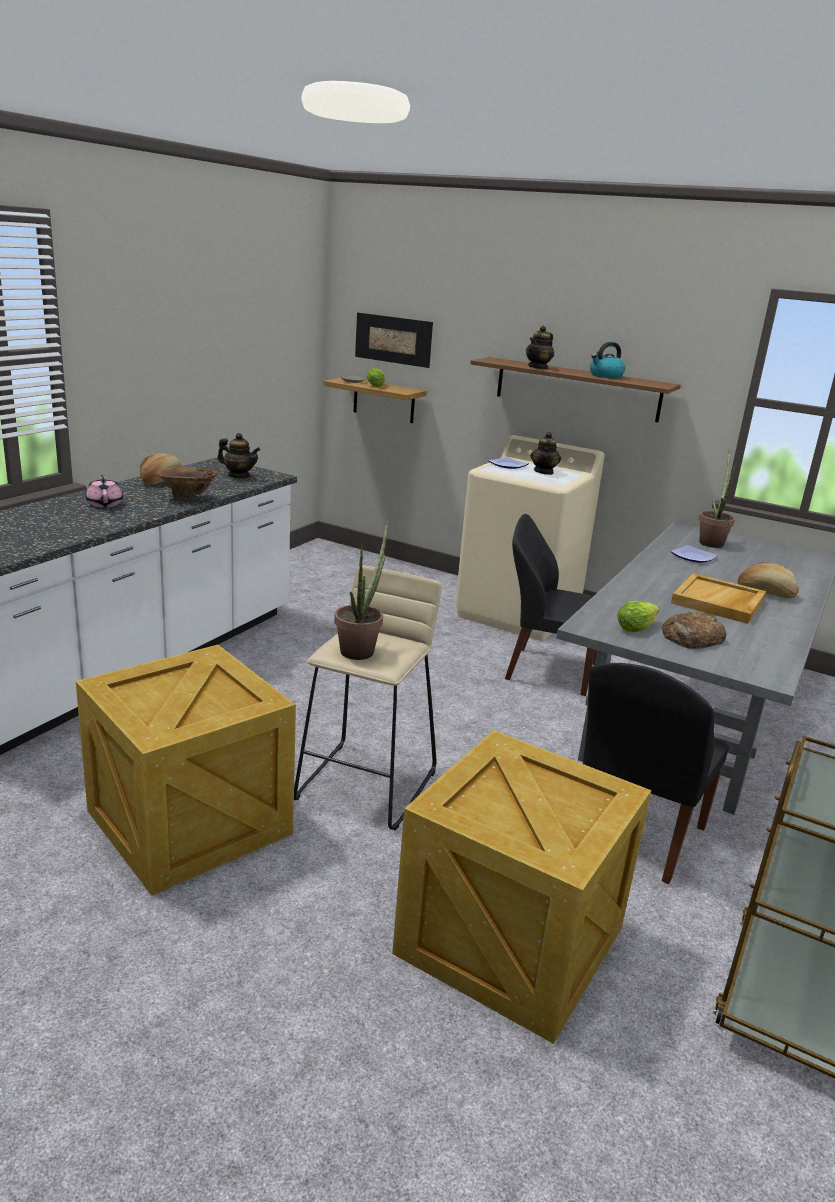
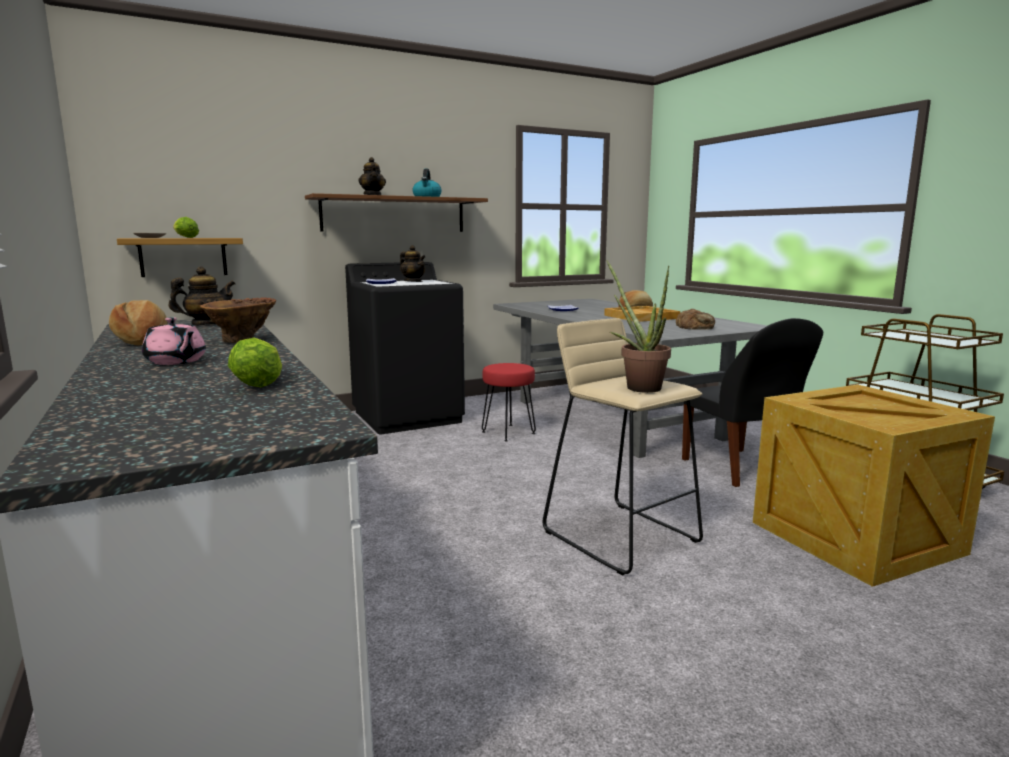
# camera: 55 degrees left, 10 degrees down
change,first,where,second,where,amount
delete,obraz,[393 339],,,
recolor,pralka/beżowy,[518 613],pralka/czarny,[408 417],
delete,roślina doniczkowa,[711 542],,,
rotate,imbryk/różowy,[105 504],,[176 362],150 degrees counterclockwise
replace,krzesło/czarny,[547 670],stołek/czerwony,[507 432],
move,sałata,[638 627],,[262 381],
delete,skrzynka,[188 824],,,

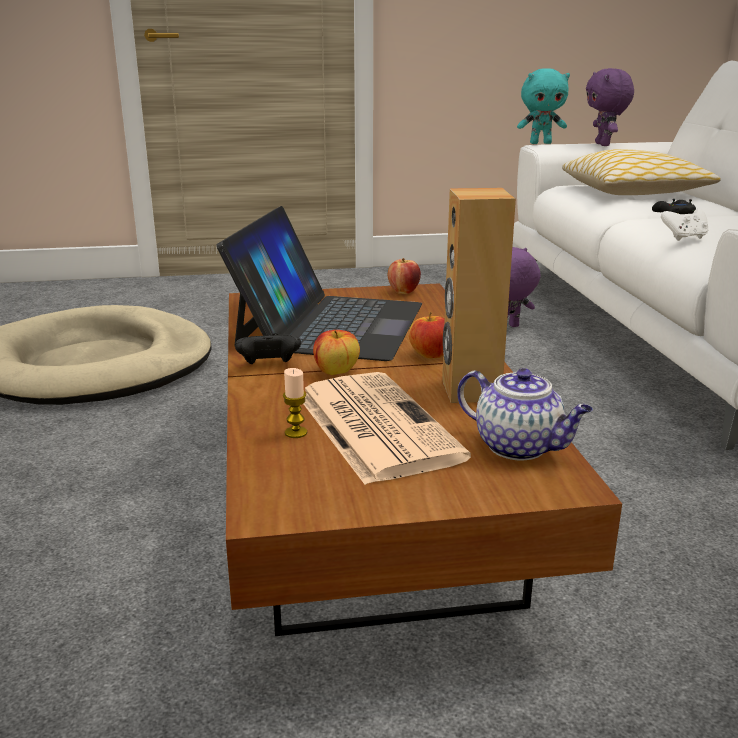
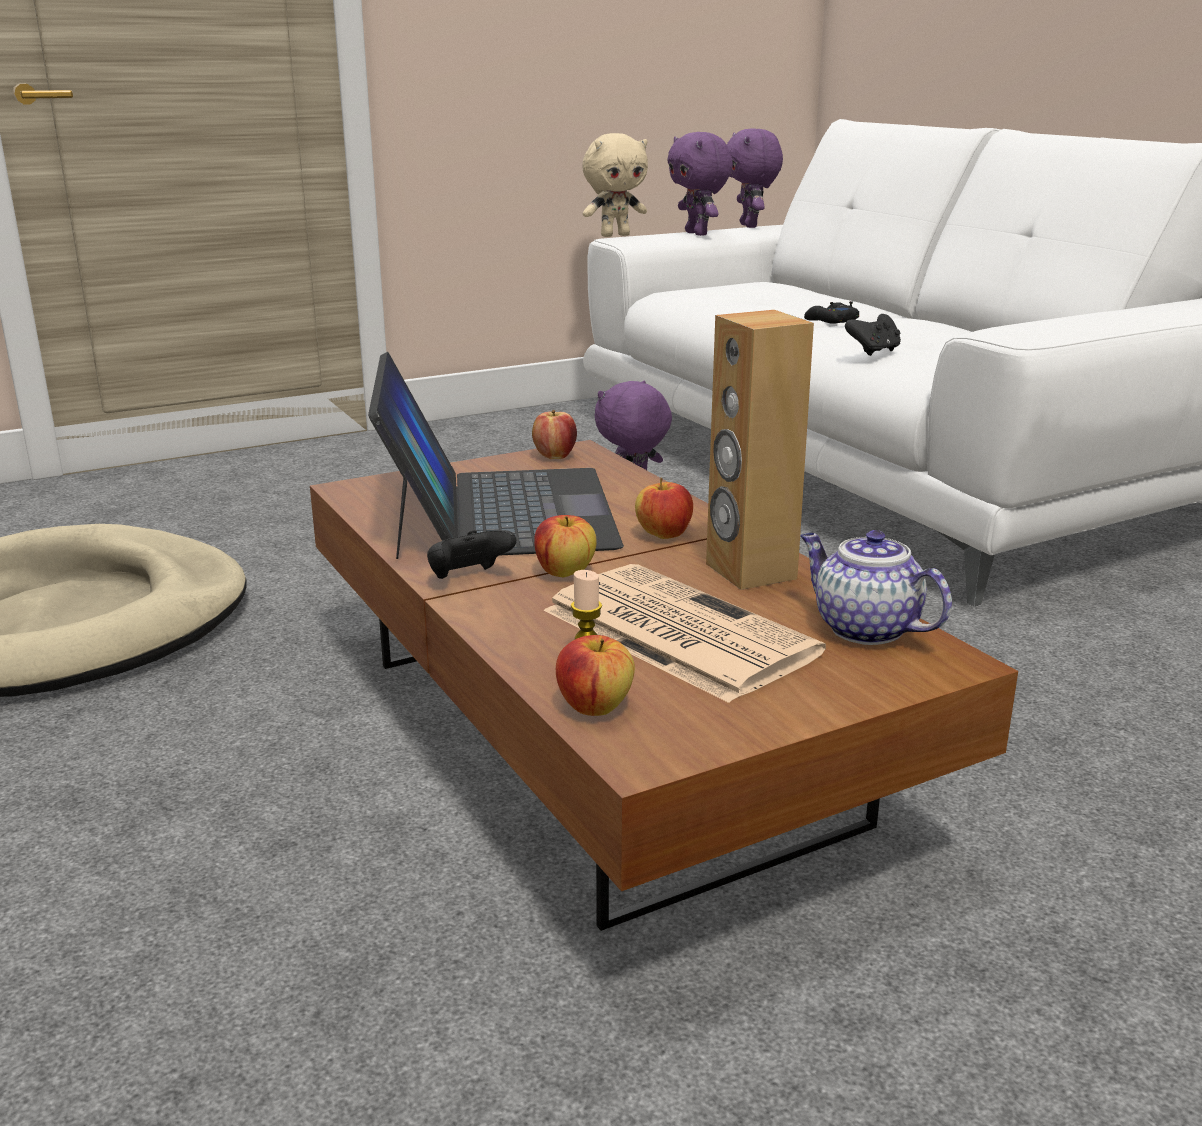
# camera: 20 degrees left, 0 degrees up
change,first,where,second,where,amount
recolor,pluszak/turkusowy,[540 143],pluszak/beżowy,[615 235],
delete,poduszka,[634 192],,,
recolor,pad do gier/biały,[684 238],pad do gier/czarny,[874 352],
rotate,imbryk,[520 447],,[863 628],150 degrees counterclockwise
insert,,,pluszak/fioletowy,[750 226],
insert,,,jabłko,[594 707],

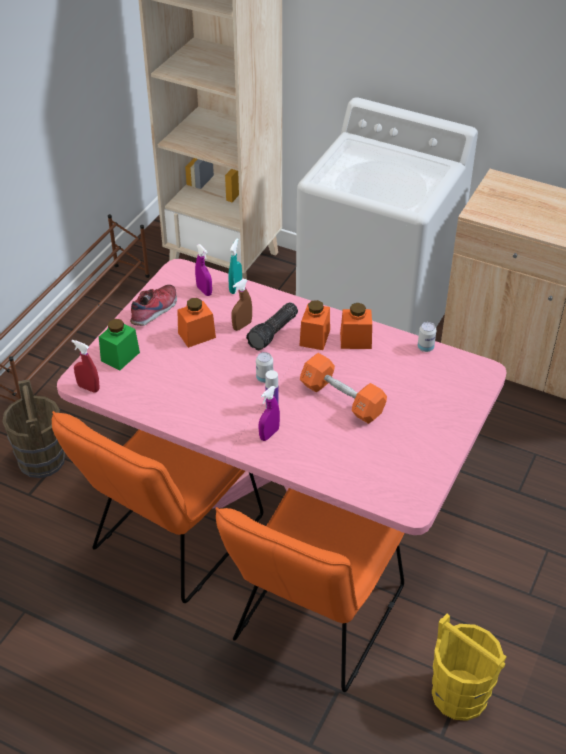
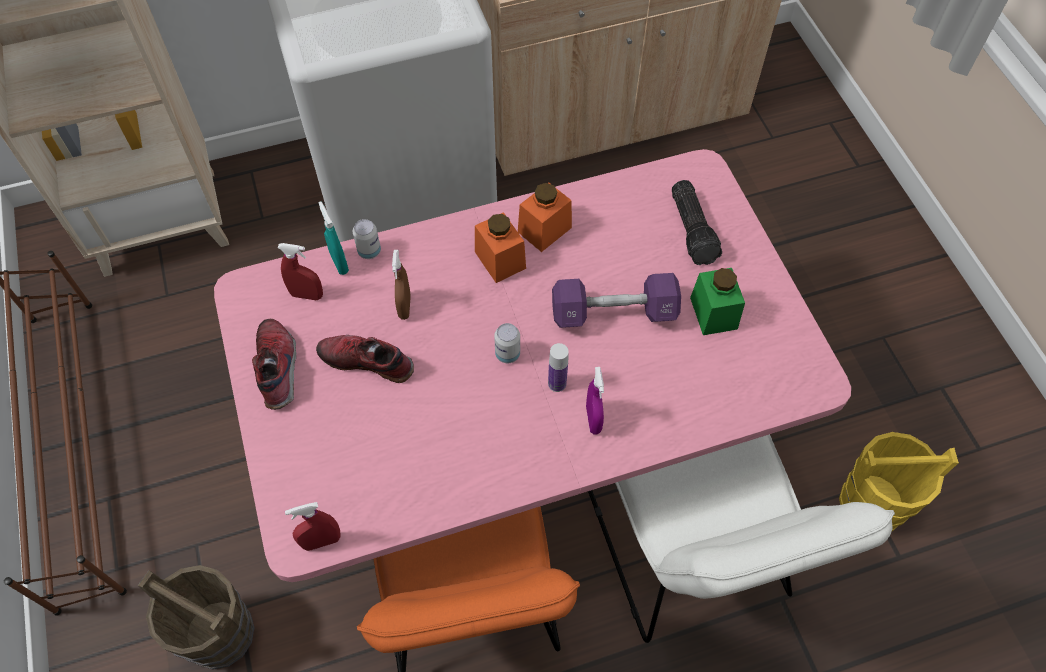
# camera: 45 degrees left, 15 degrees up
change,first,where,second,where,amount
recolor,spryskiwacz/fioletowy,[204 291],spryskiwacz/czerwony,[307 295],
replace,słoik/pomarańczowy,[196 335],but,[368 361],
move,latarka,[274 333],,[694 230],
move,słoik/zielony,[120 356],,[713 313],
move,puszka,[425 348],,[369 251],
recolor,hantel/pomarańczowy,[342 399],hantel/fioletowy,[613 312],
recolor,krzesło/pomarańczowy,[313 622],krzesło/biały,[690 552],

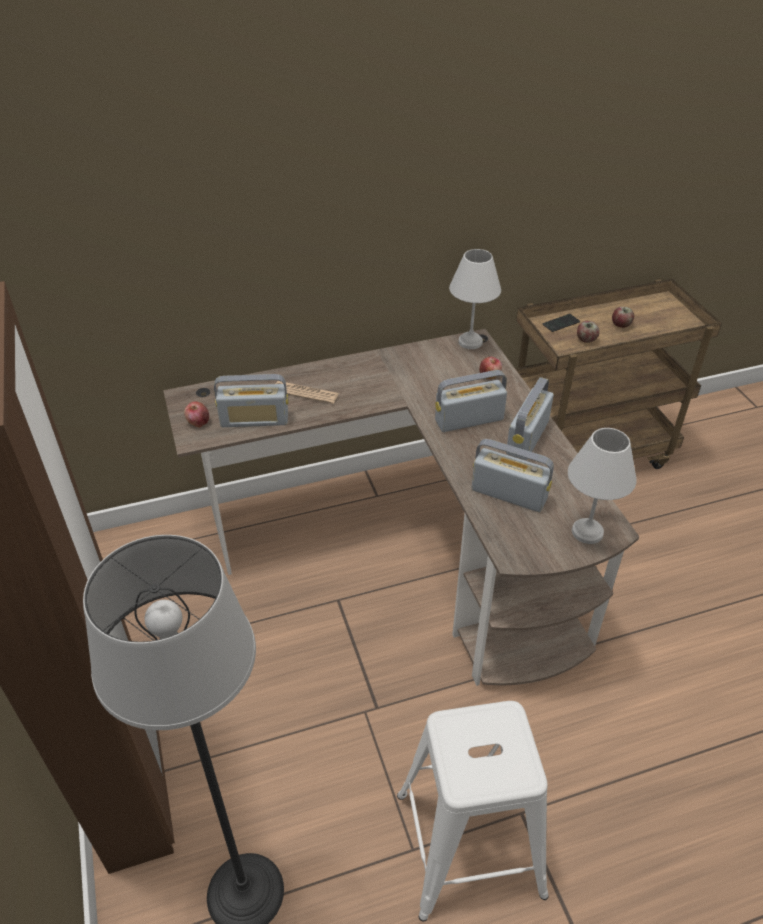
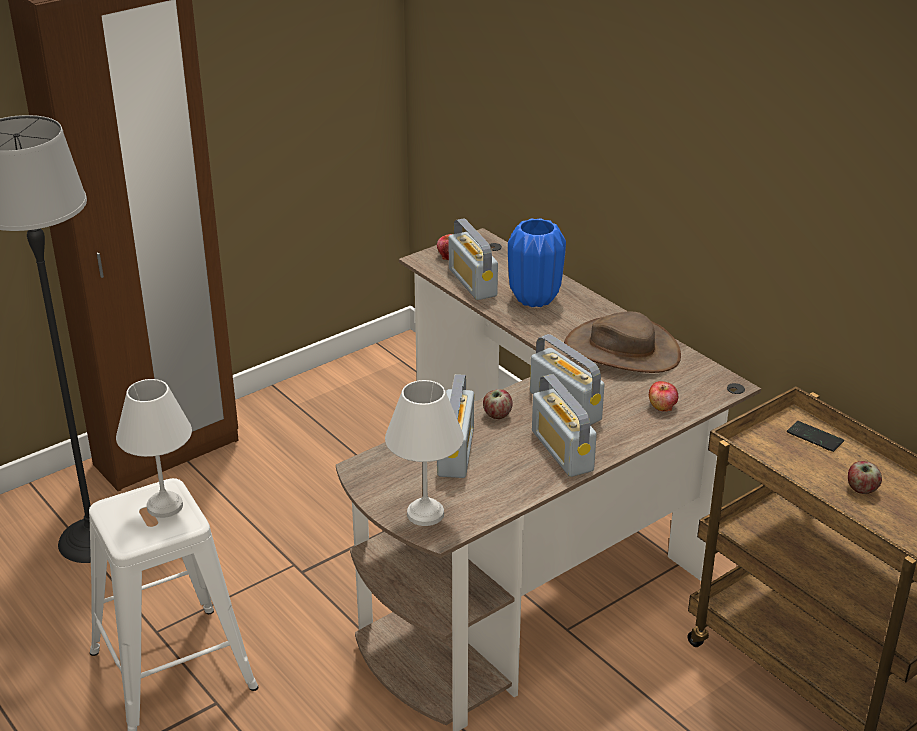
# camera: 70 degrees right, 10 degrees down
change,first,where,second,where,amount
move,lampa stołowa/biały,[469 342],,[163 505],
move,jabłko,[586 340],,[497 415],
rotate,radio,[527 437],,[562 451],120 degrees counterclockwise
replace,gazeta,[305 393],wazon/niebieski,[535 299],
insert,,,kapelusz/brązowy,[622 350],

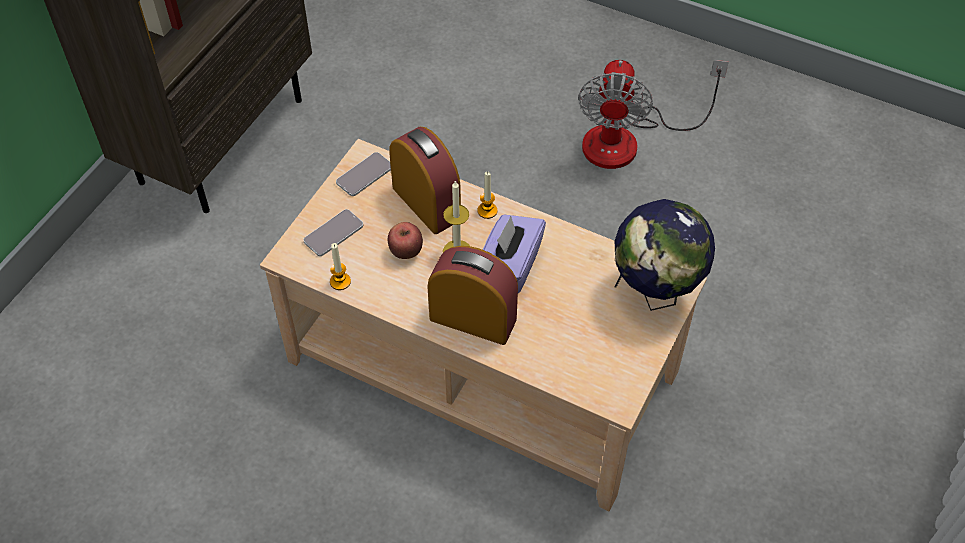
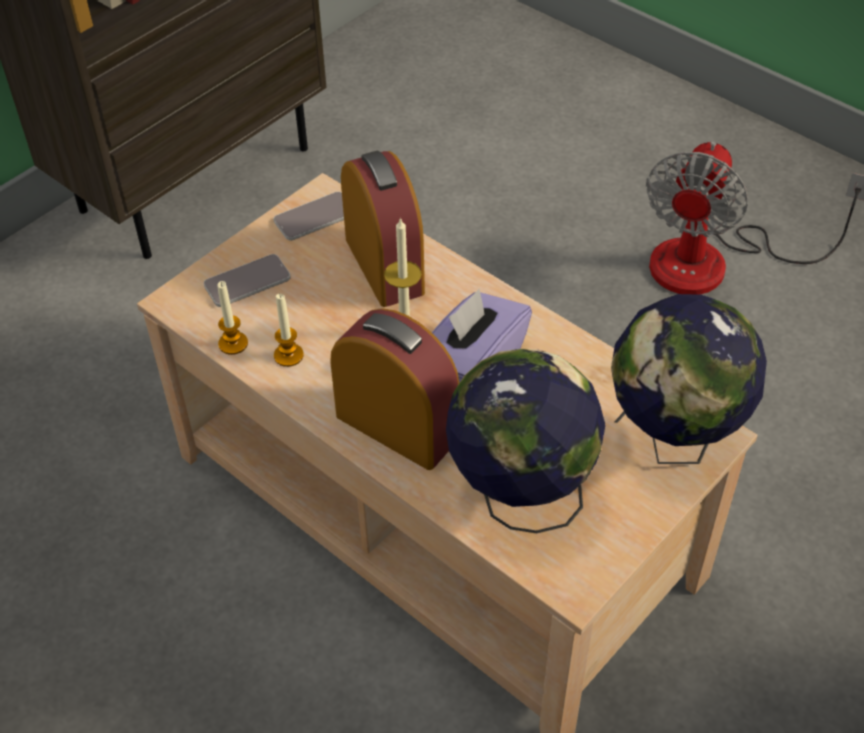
# camera: 15 degrees right, 5 degrees down
change,first,where,second,where,amount
move,świeca,[487 211],,[288 355],
delete,jabłko,[406 252],,,
insert,,,globus,[519 498],

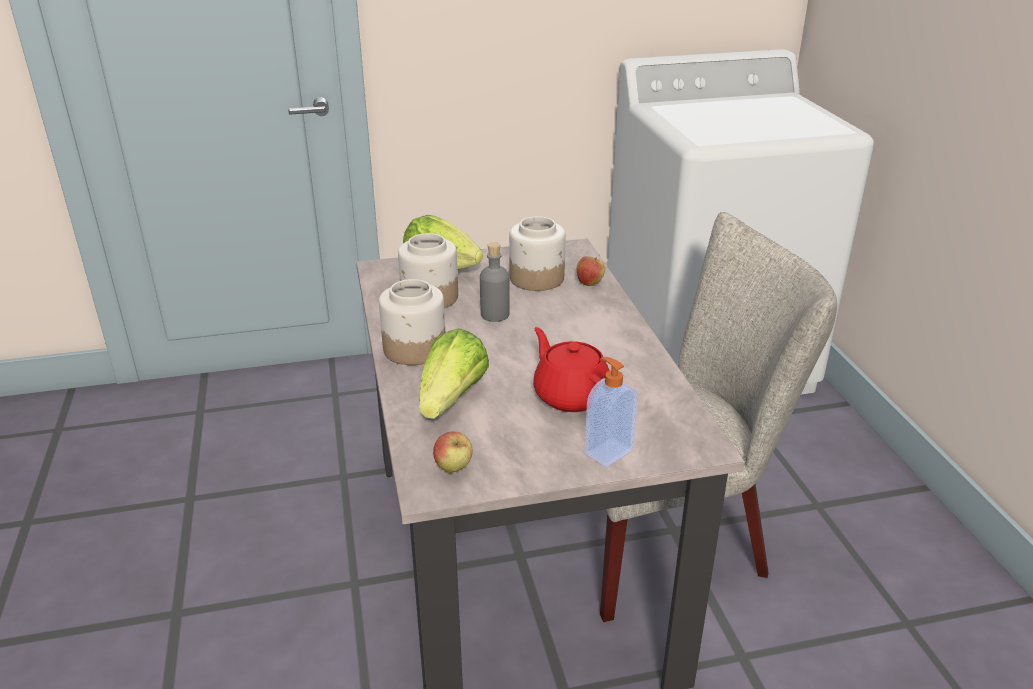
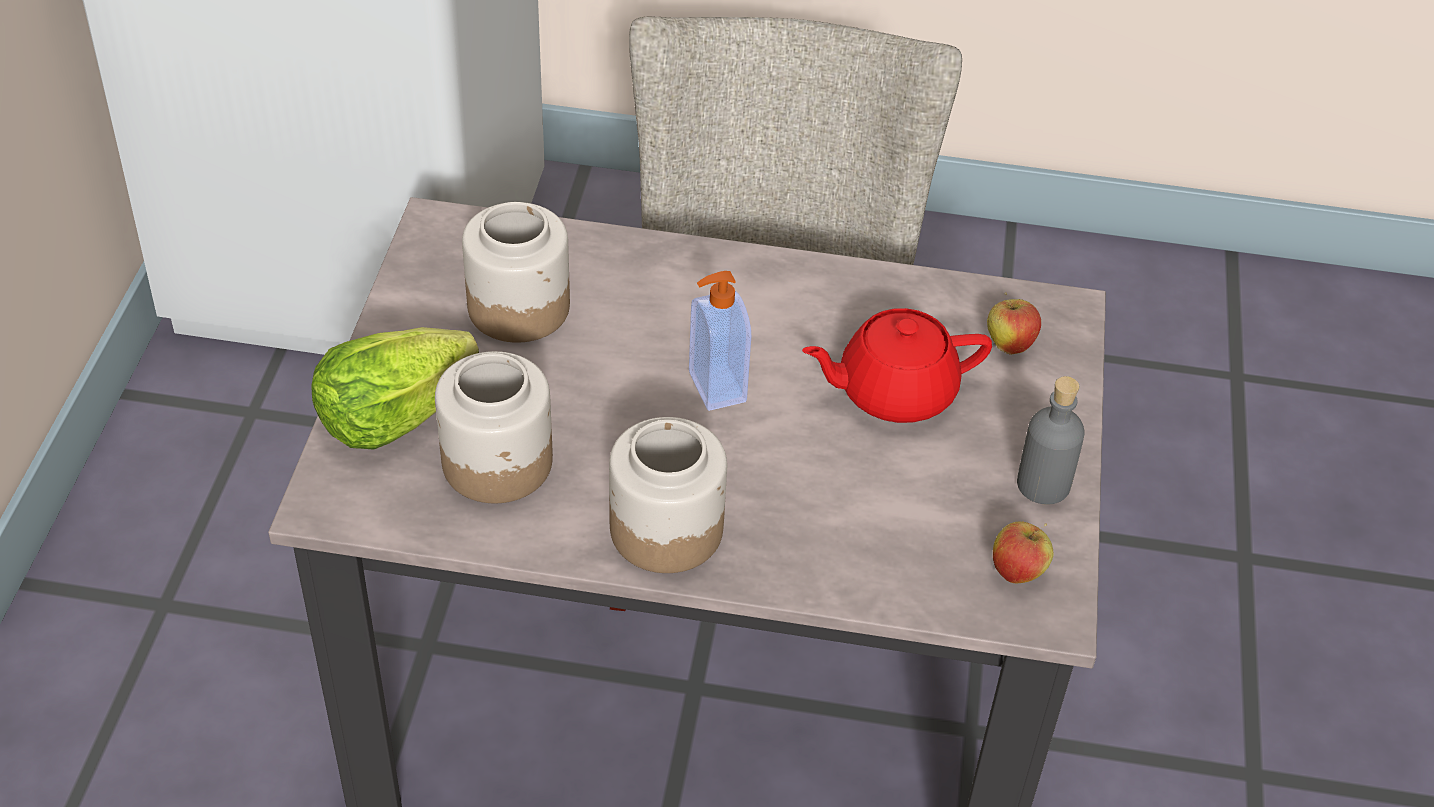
# camera: 70 degrees left, 15 degrees up
change,first,where,second,where,amount
move,butelka/szary,[495 314],,[1043 484],
move,jabłko,[590 283],,[1009 345],
delete,sałata,[451 399],,,
move,dozownik mydła,[607 451],,[715 387],

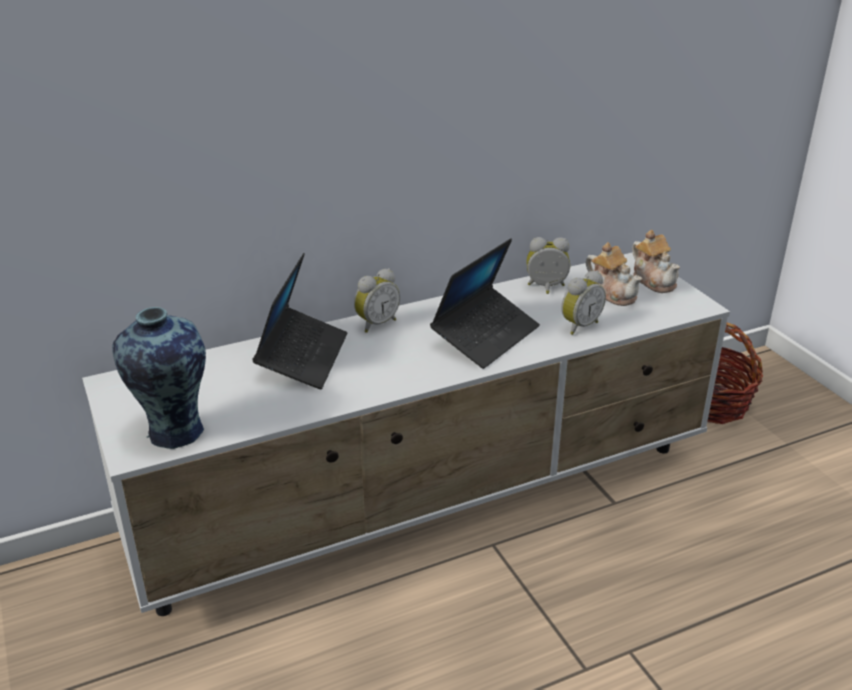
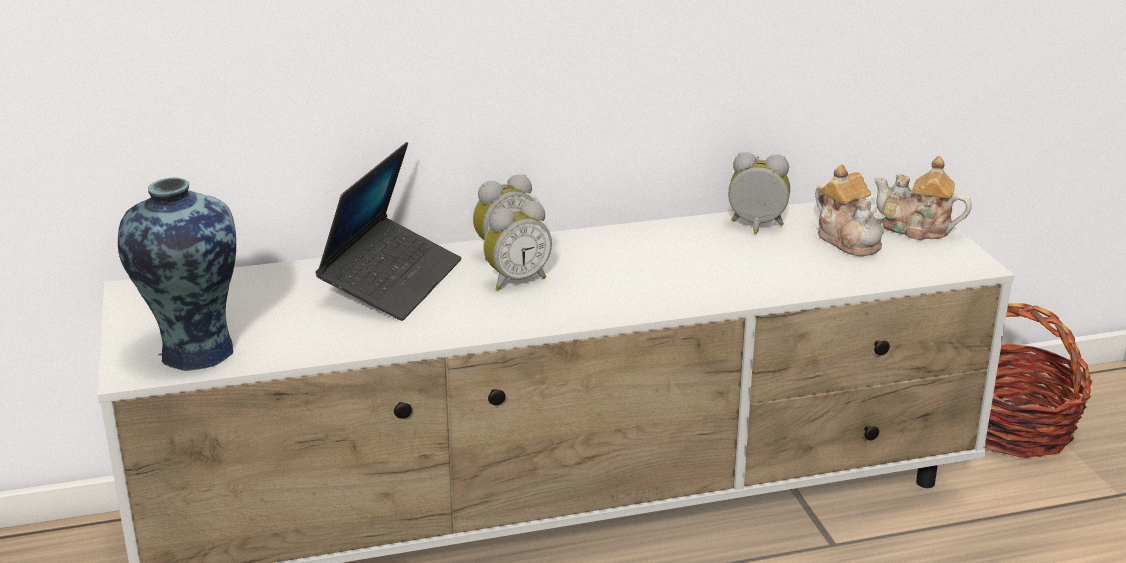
# camera: 10 degrees right, 5 degrees down
change,first,where,second,where,amount
rotate,imbryk,[654 281],,[916 229],135 degrees clockwise
delete,laptop,[485 336],,,
move,budzik,[579 326],,[516 280],

